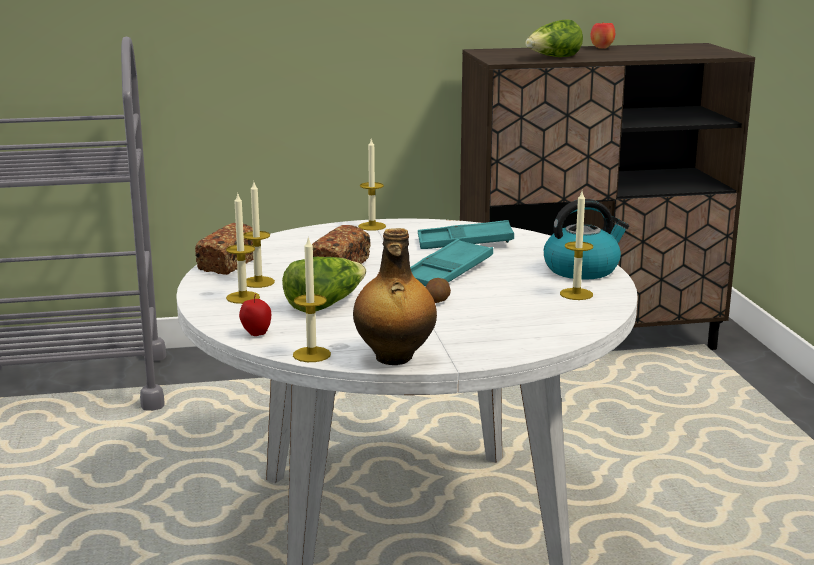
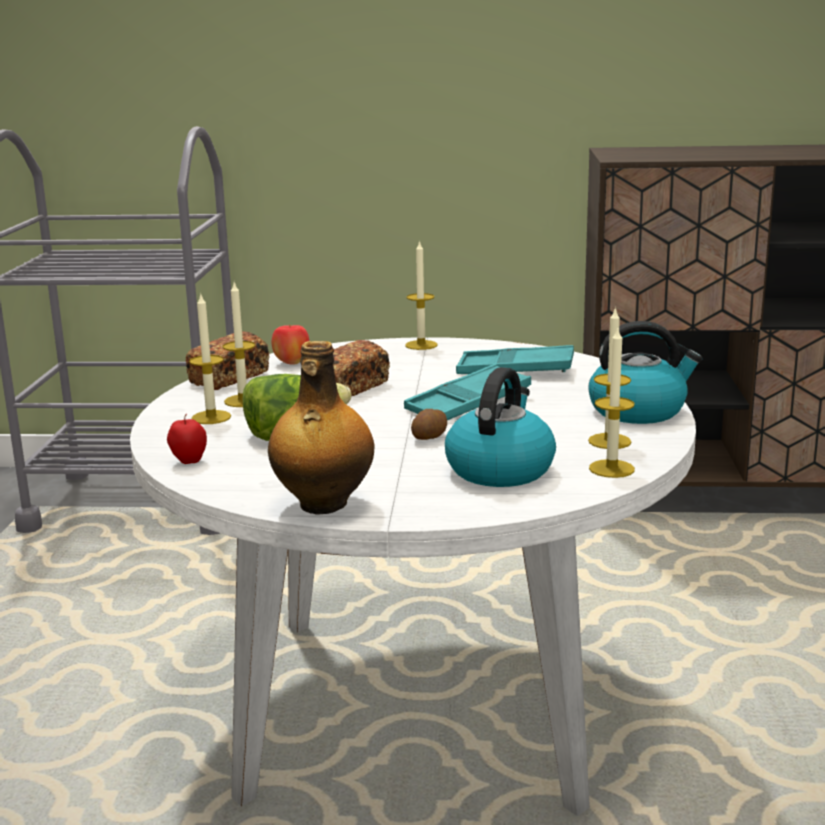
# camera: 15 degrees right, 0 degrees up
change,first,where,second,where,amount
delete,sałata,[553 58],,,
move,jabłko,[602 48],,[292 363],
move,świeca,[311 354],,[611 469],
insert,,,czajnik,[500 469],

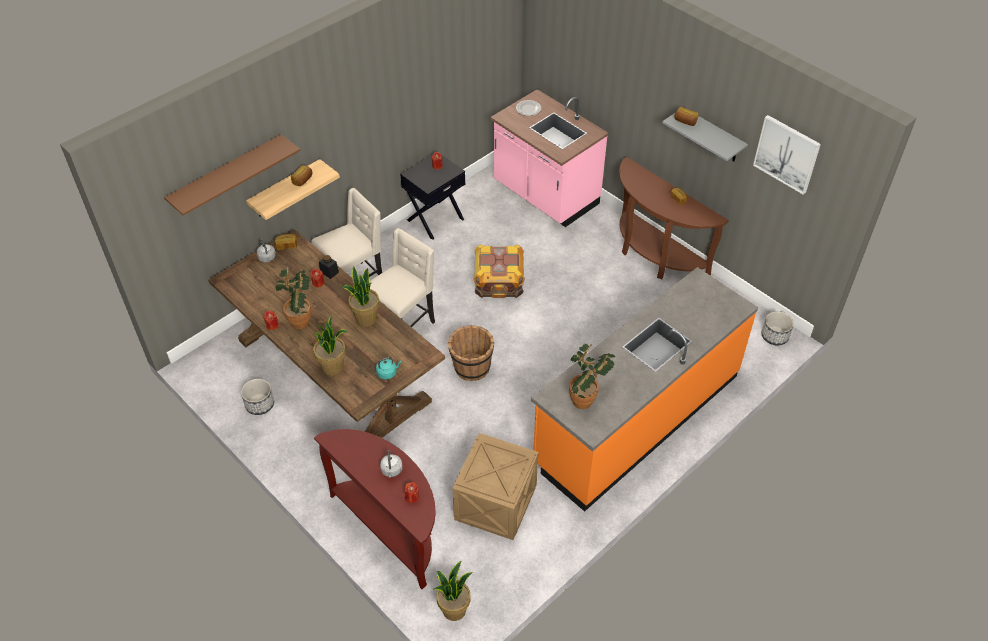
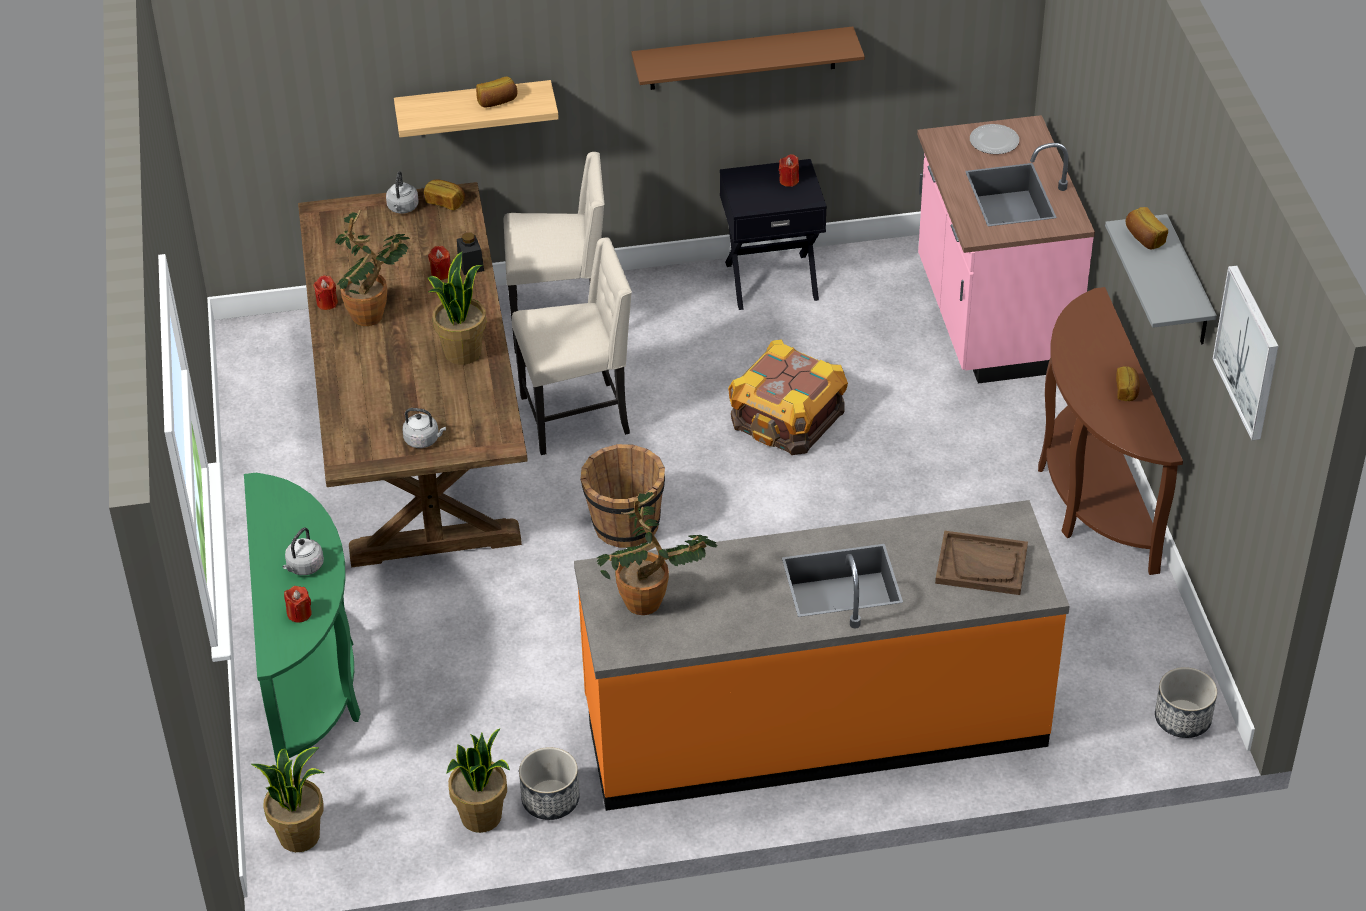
# camera: 35 degrees right, 5 degrees down
change,first,where,second,where,amount
move,półka/brązowy,[227 176],,[742 58],
move,roślina doniczkowa,[333 367],,[482 817],
recolor,czajnik/turkusowy,[388 373],czajnik/szary,[423 440],
move,donica,[259 405],,[550 800],
recolor,stolik konsolowy/brązowy,[391 528],stolik konsolowy/zielony,[310 685],
delete,skrzynka,[495 504],,,
insert,,,taca/brązowy,[981 565],

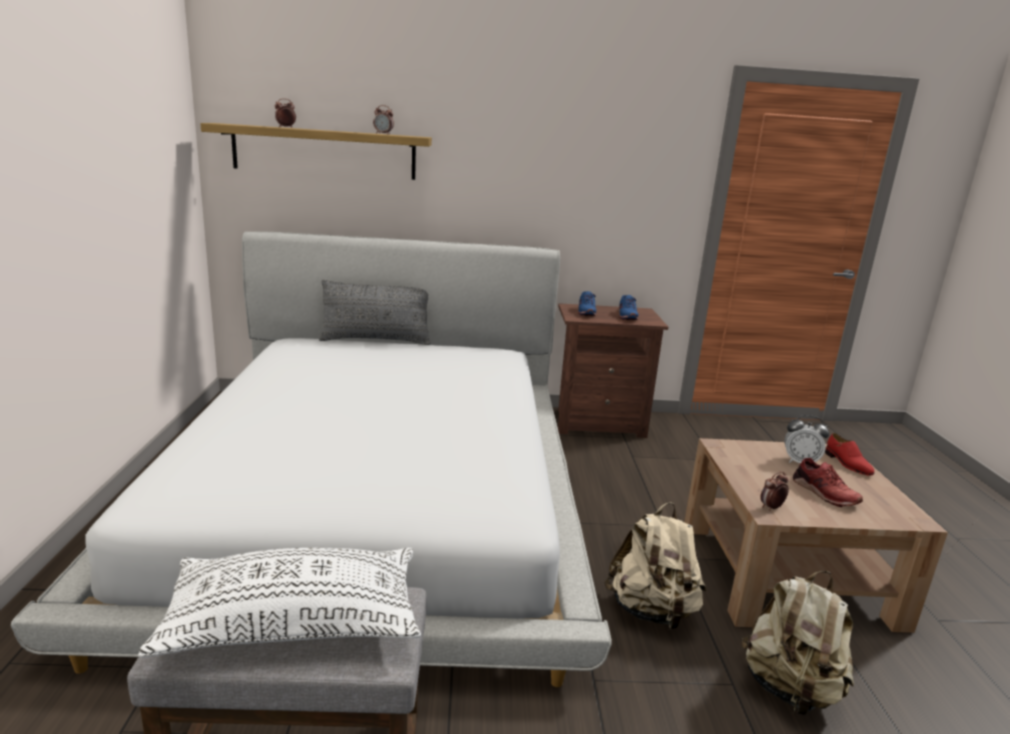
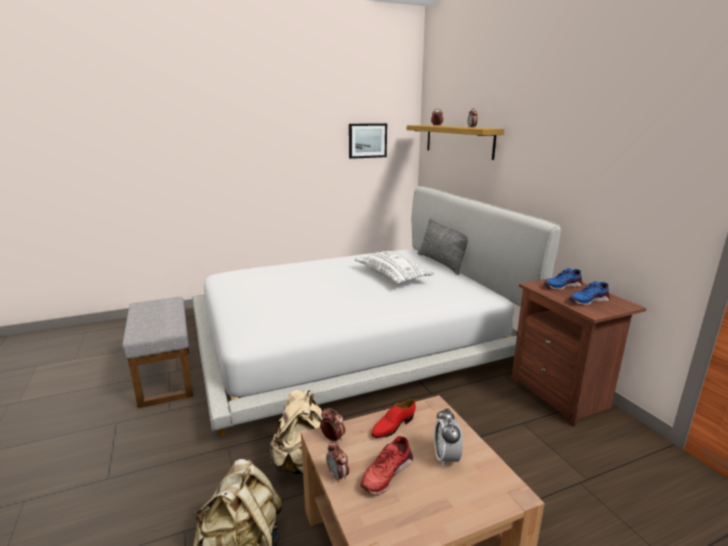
# camera: 70 degrees right, 0 degrees up
change,first,where,second,where,amount
move,but/czerwony,[847 464],,[393 426],
move,poduszka/biały,[295 622],,[392 276],
insert,,,obraz,[367 140],
insert,,,budzik,[338 476],

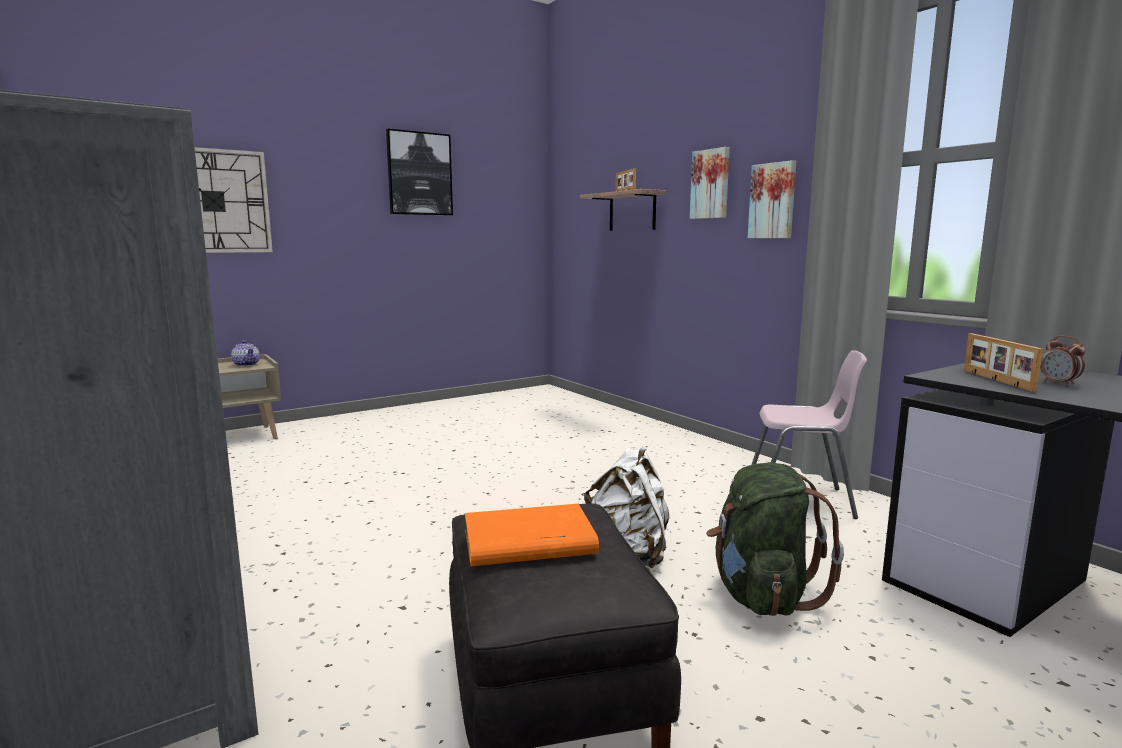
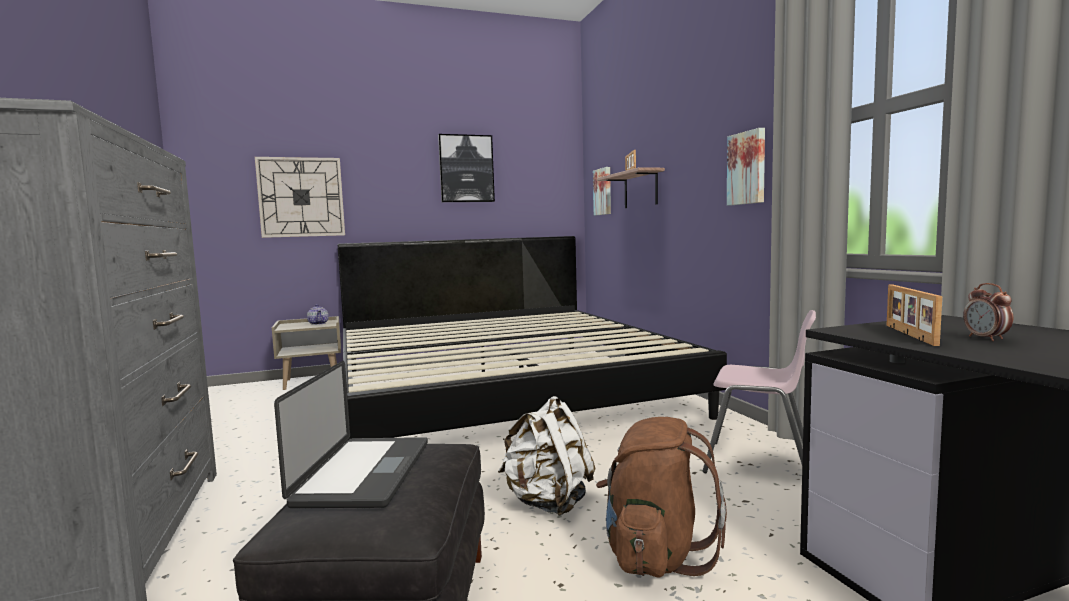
# camera: 15 degrees right, 5 degrees down
change,first,where,second,where,amount
move,obraz,[711 184],,[603 191],
recolor,plecak/zielony,[762 595],plecak/brązowy,[655 555],
replace,książka/pomarańczowy,[527 543],laptop,[364 473],
insert,,,łóżko,[502 391],

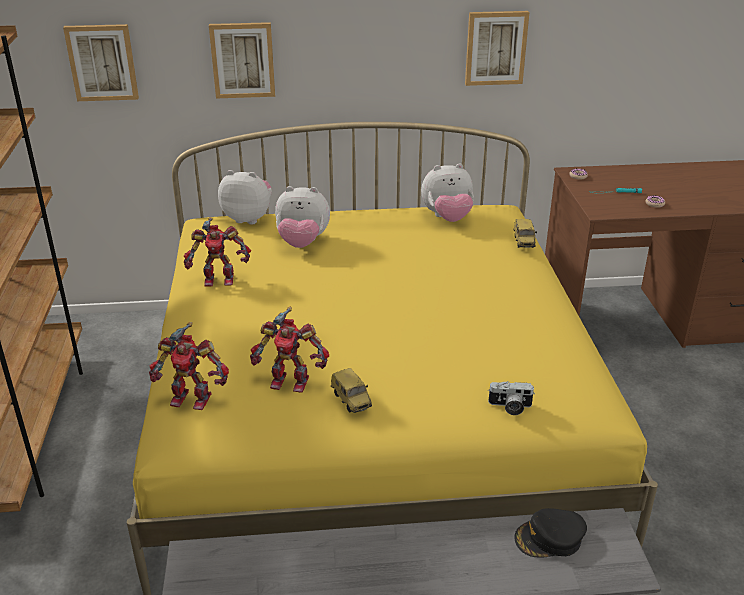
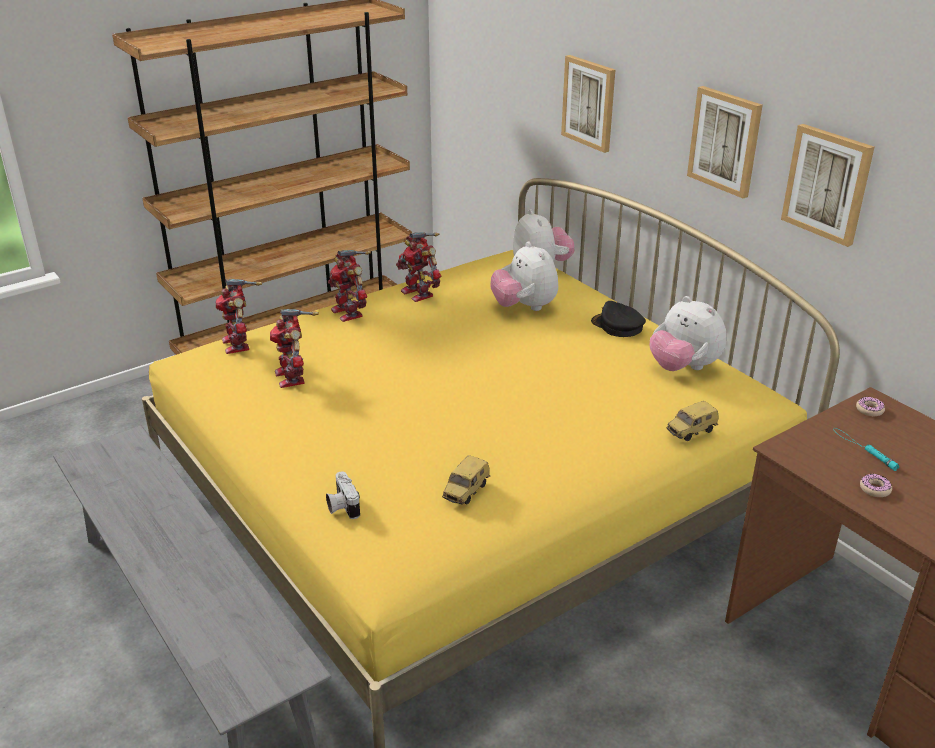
# camera: 60 degrees right, 0 degrees up
change,first,where,second,where,amount
move,obraz,[102 62],,[725 141],
move,samochodzik,[352 401],,[467 492],
move,czapka z daszkiem/czarny,[549 538],,[617 326],
insert,,,robot zabawkowy,[349 312],

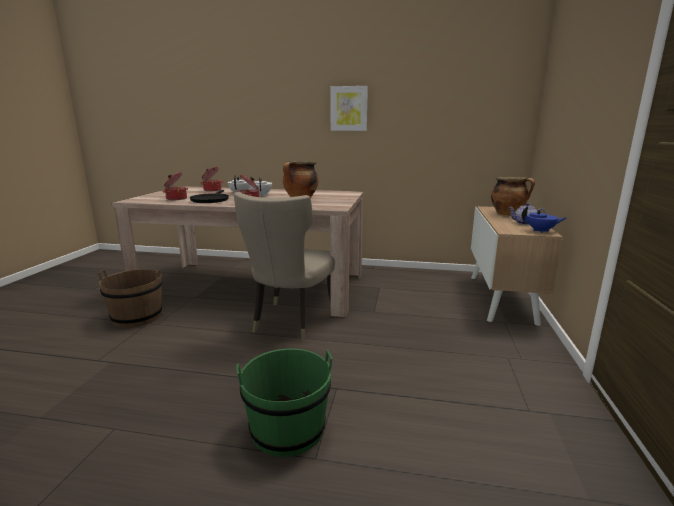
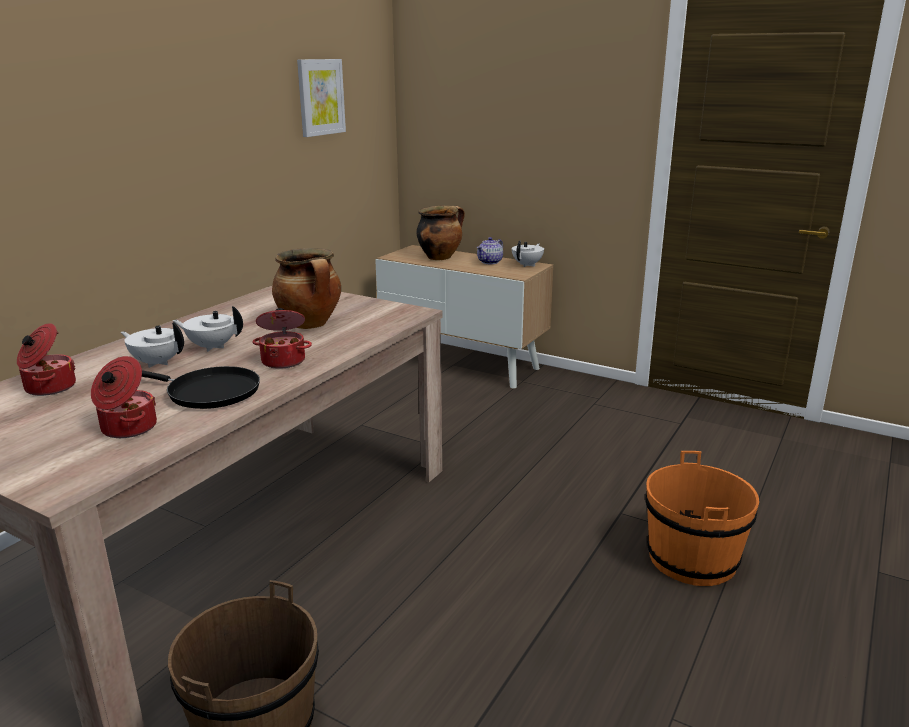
# camera: 70 degrees left, 5 degrees up
change,first,where,second,where,amount
move,obraz,[349 108],,[320 97],
delete,krzesło/beżowy,[290 322],,,
recolor,imbryk/niebieski,[541 231],imbryk/biały,[527 265],
recolor,wiadro/zielony,[287 429],wiadro/pomarańczowy,[692 558],

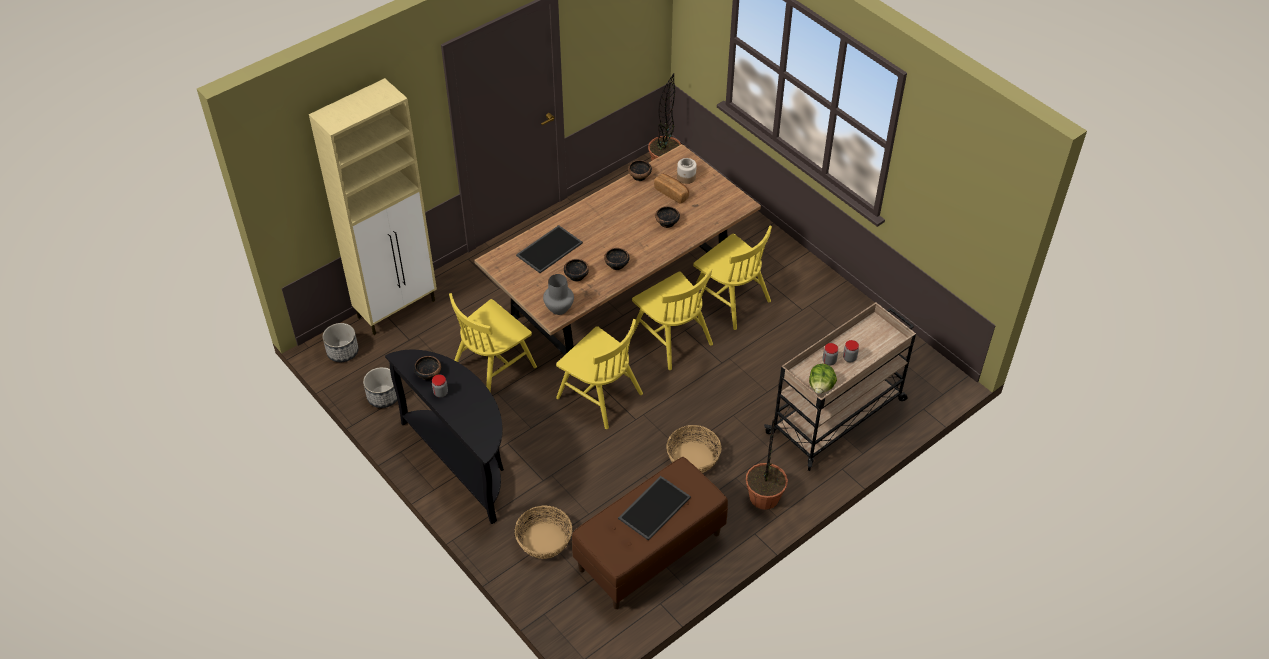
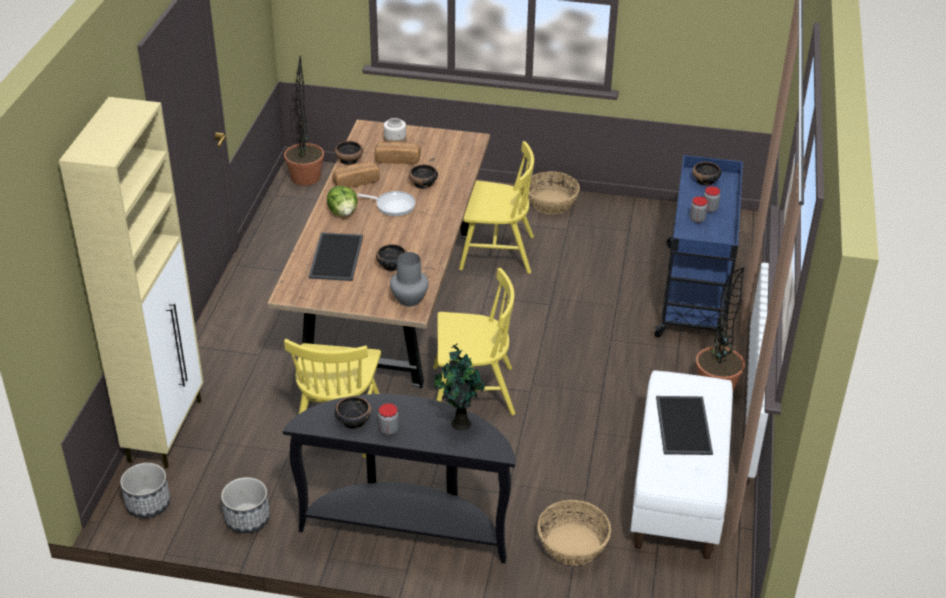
# camera: 40 degrees left, 10 degrees down
change,first,where,second,where,amount
move,miska,[616 264],,[705 181],
delete,krzesło/żółty,[671 338],,,
recolor,wózek/beżowy,[838 415],wózek/niebieski,[695 292],
move,sałata,[821 386],,[343 212],
move,koszyk,[692 458],,[551 202],
recolor,ławka/brązowy,[650 552],ławka/biały,[678 491],
insert,,,chleb,[356 182],
insert,,,patelnia,[393 205],
insert,,,roślina doniczkowa,[459 422],

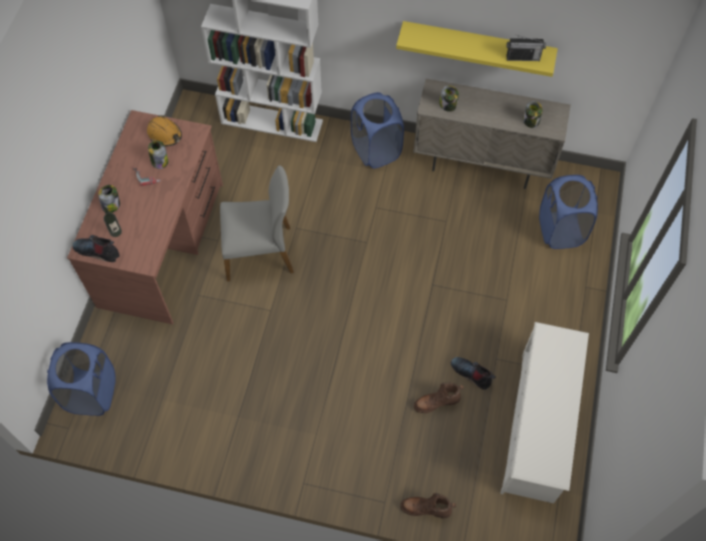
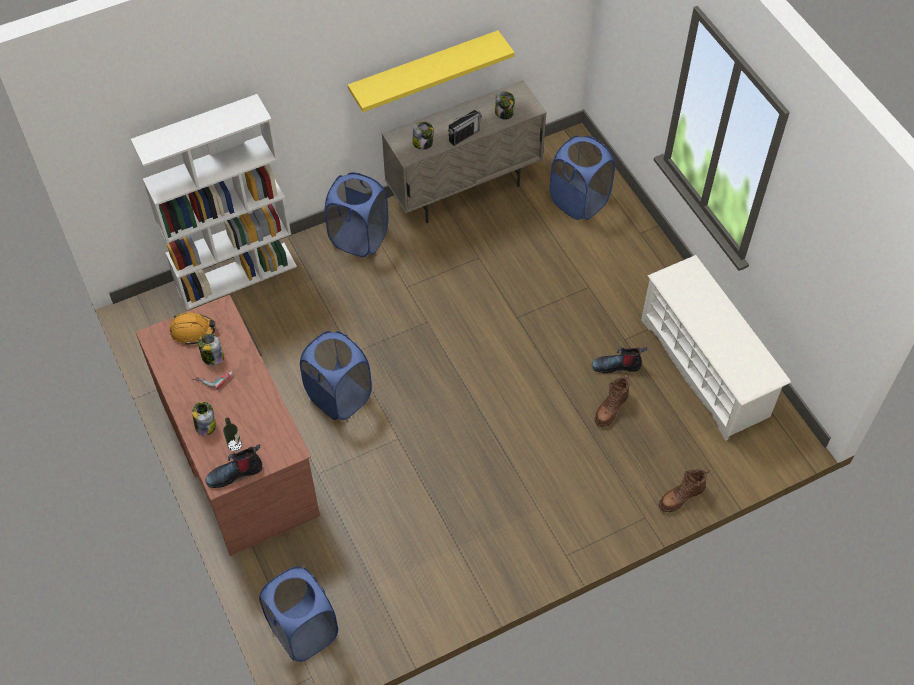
# camera: 40 degrees left, 5 degrees down
change,first,where,second,where,amount
move,radio,[523 57],,[464 135],
replace,krzesło/szary,[260 252],kosz na pranie/niebieski,[339 396],

